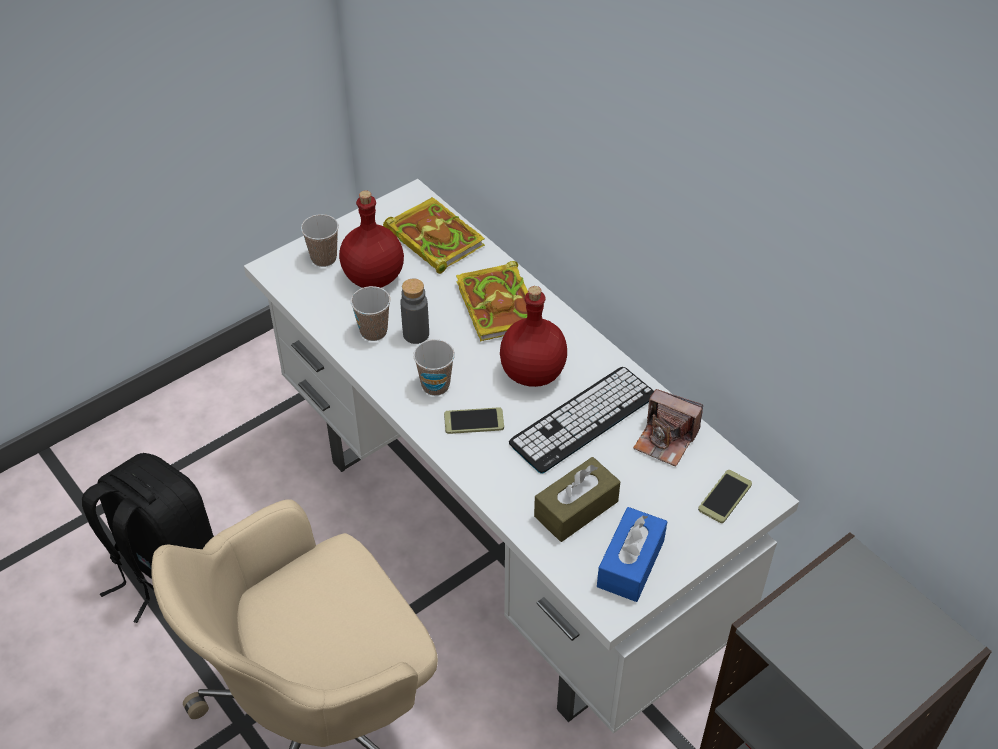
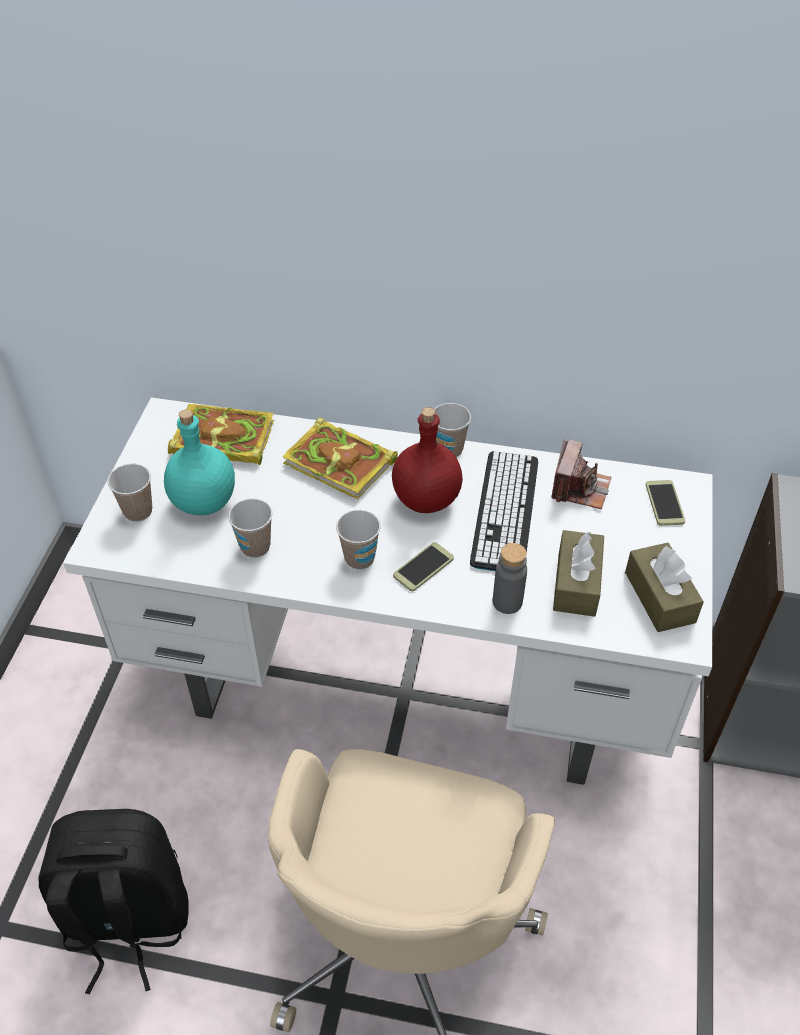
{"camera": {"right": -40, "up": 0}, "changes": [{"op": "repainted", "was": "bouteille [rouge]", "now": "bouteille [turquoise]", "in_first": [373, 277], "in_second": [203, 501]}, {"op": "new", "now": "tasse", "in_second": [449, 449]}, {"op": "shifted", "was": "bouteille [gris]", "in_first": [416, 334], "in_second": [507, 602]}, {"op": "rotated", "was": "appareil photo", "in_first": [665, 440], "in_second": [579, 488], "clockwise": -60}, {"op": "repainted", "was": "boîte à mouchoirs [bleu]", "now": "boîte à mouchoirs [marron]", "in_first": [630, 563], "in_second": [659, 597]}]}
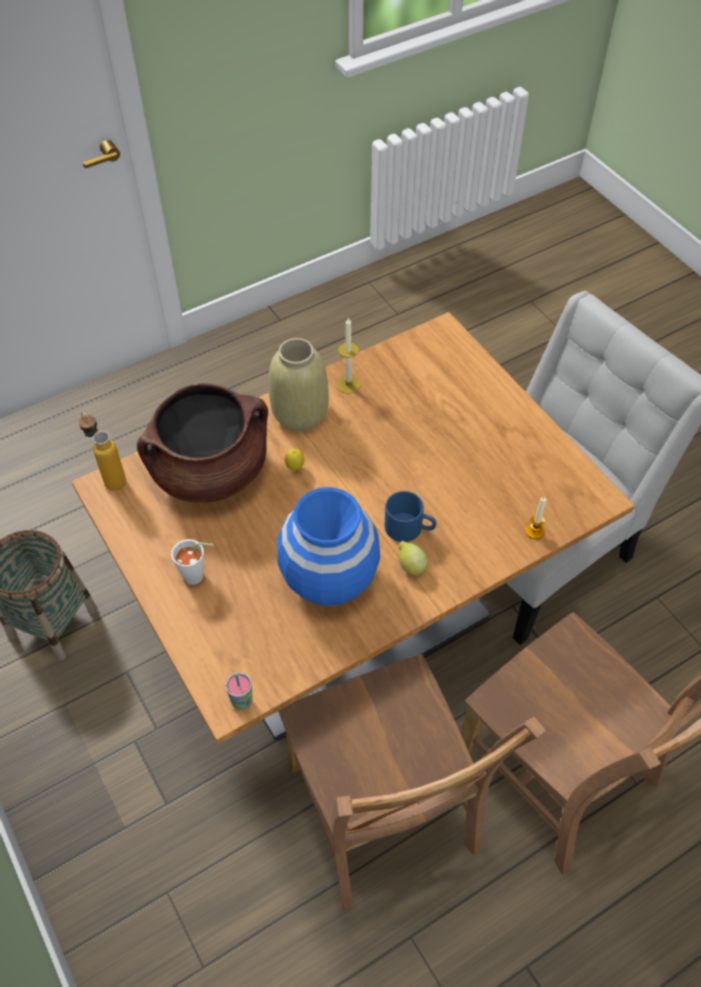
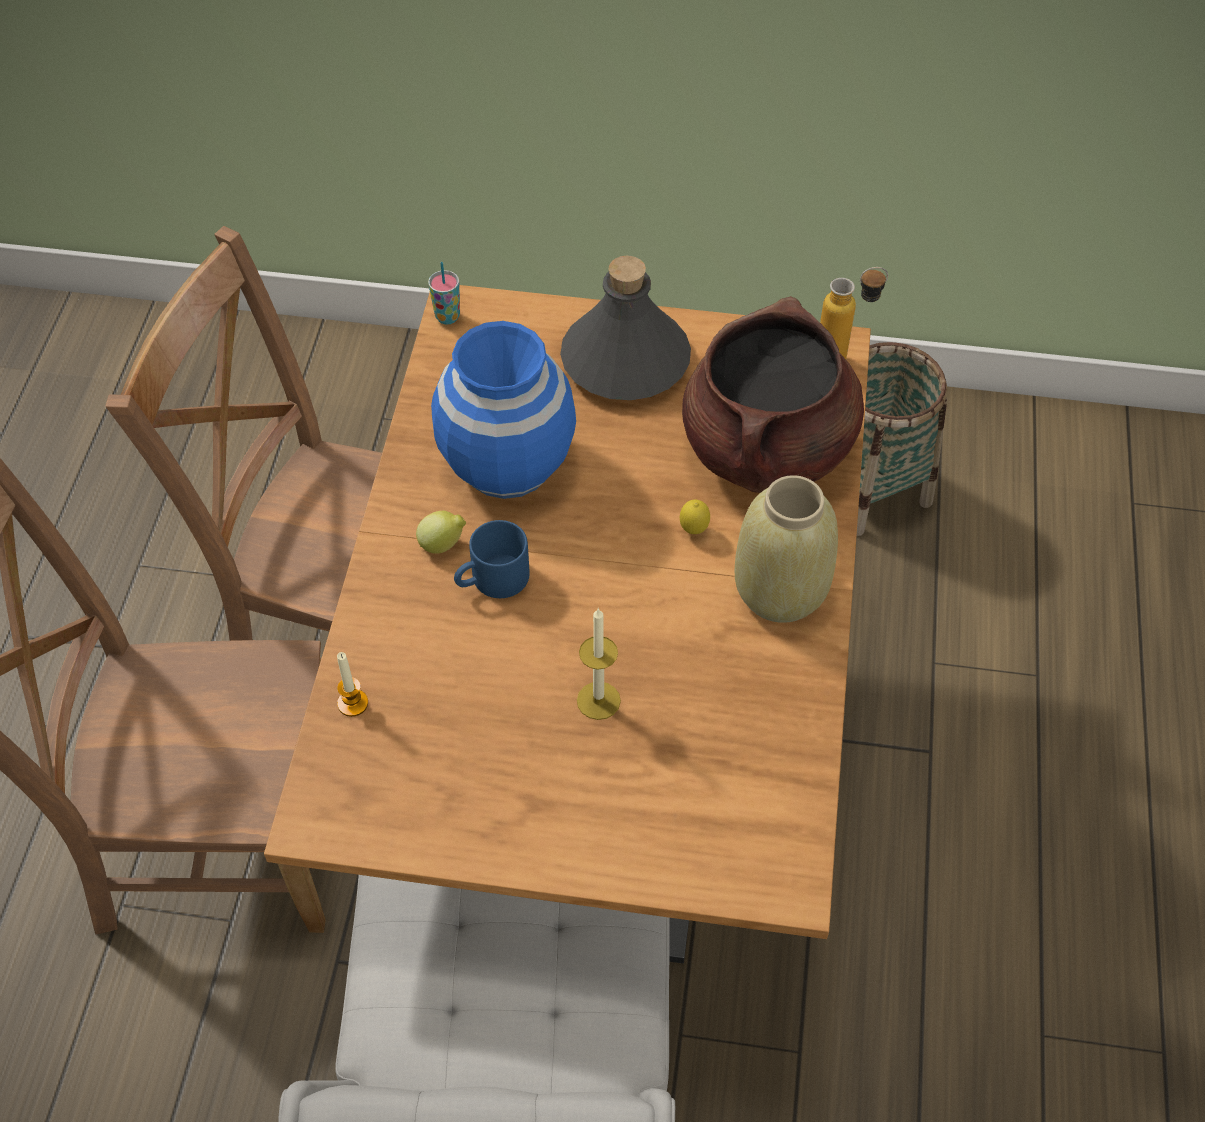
{"camera": {"right": 130, "up": 0}, "changes": [{"op": "swapped", "was": "tasse [blanc]", "now": "bouteille [gris]", "in_first": [198, 577], "in_second": [626, 361]}, {"op": "shifted", "was": "bougie", "in_first": [348, 384], "in_second": [598, 700]}]}
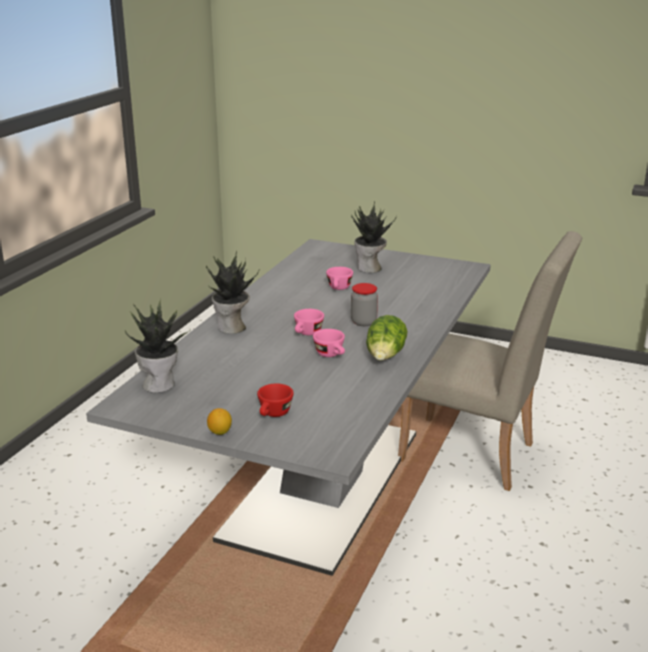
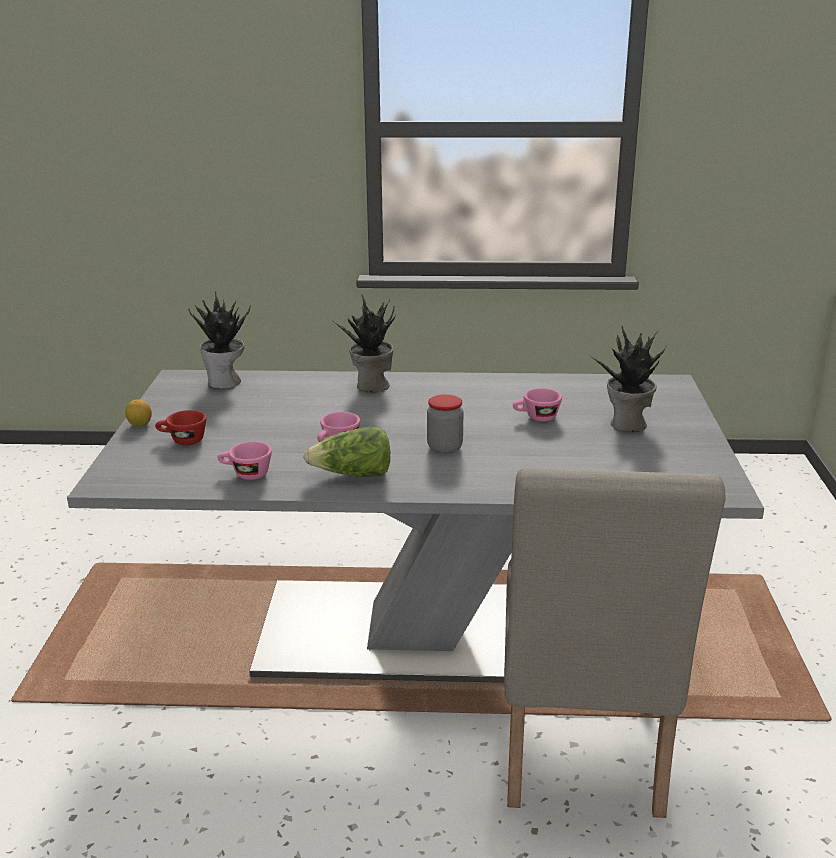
{"camera": {"right": 70, "up": 0}, "changes": [{"op": "shifted", "was": "tasse [rose]", "in_first": [307, 334], "in_second": [245, 474]}]}
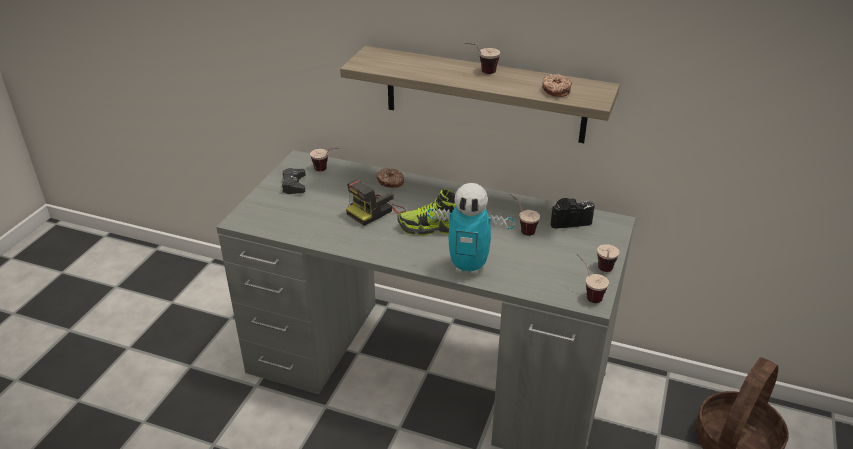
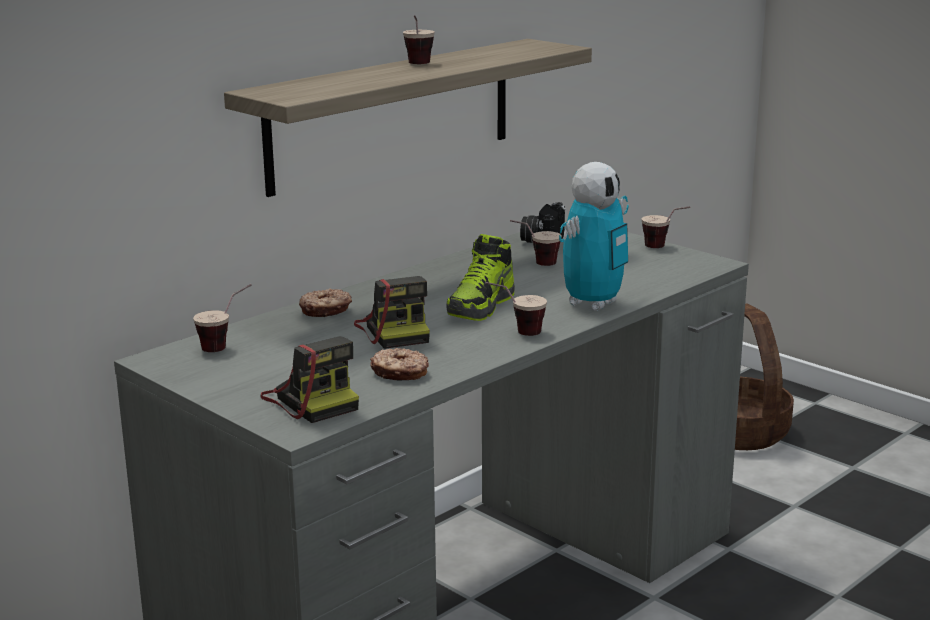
{"camera": {"right": -65, "up": -15}, "changes": [{"op": "new", "now": "appareil photo", "in_second": [312, 400]}, {"op": "shifted", "was": "beignet", "in_first": [555, 90], "in_second": [400, 373]}, {"op": "shifted", "was": "tasse", "in_first": [587, 293], "in_second": [515, 333]}, {"op": "gone", "was": "manette [noir]", "in_first": [294, 185]}]}
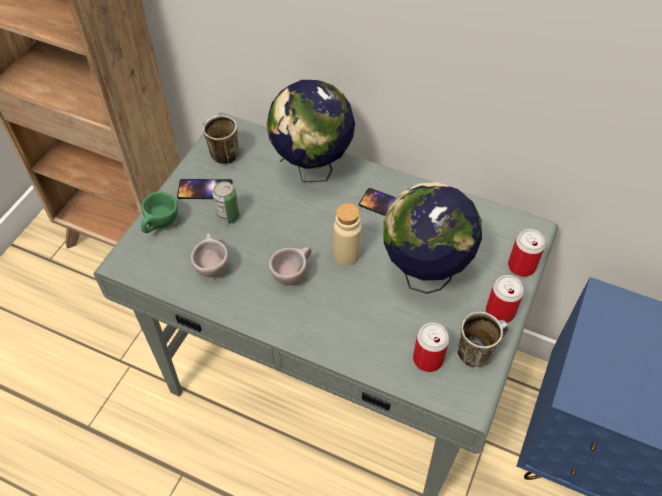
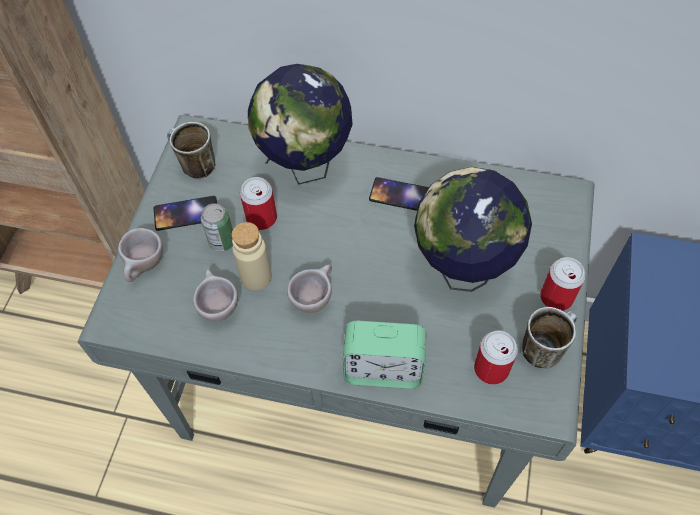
{"camera": {"right": -10, "up": 5}, "changes": [{"op": "repainted", "was": "tasse [vert]", "now": "tasse [beige]", "in_first": [161, 226], "in_second": [145, 268]}, {"op": "shifted", "was": "bouteille [beige]", "in_first": [346, 255], "in_second": [256, 277]}, {"op": "shifted", "was": "boîte métallique", "in_first": [521, 266], "in_second": [261, 218]}, {"op": "new", "now": "réveil", "in_second": [383, 369]}]}
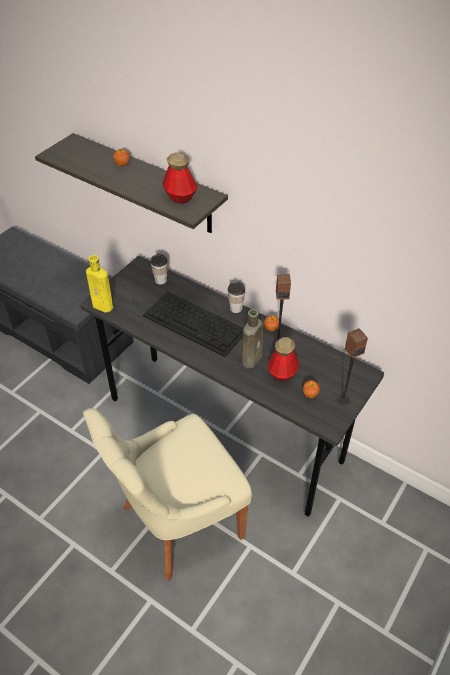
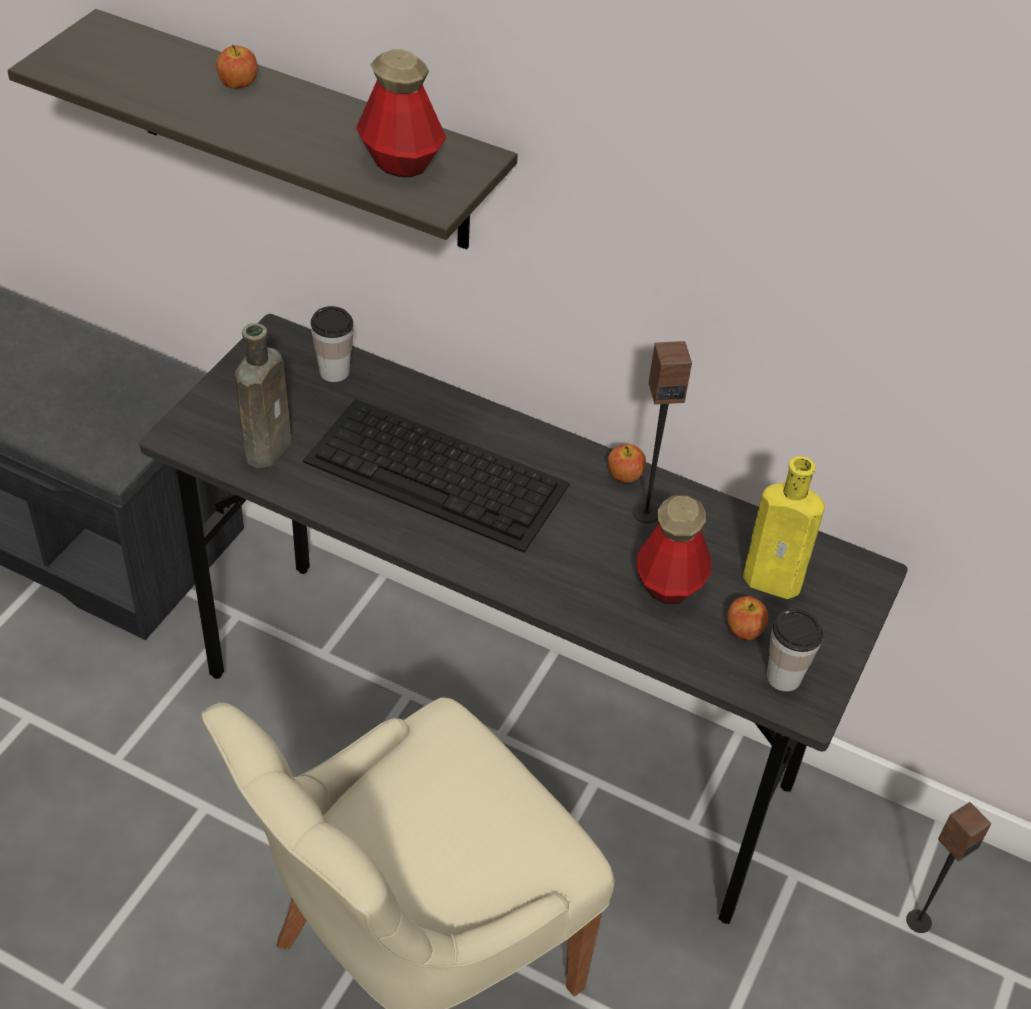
{"camera": {"right": -10, "up": 0}, "changes": [{"op": "shifted", "was": "bouteille [marron]", "in_first": [252, 358], "in_second": [269, 446]}, {"op": "shifted", "was": "bouteille [jaune]", "in_first": [104, 306], "in_second": [776, 582]}, {"op": "shifted", "was": "tasse", "in_first": [236, 308], "in_second": [783, 677]}, {"op": "shifted", "was": "enceinte", "in_first": [343, 399], "in_second": [918, 921]}]}
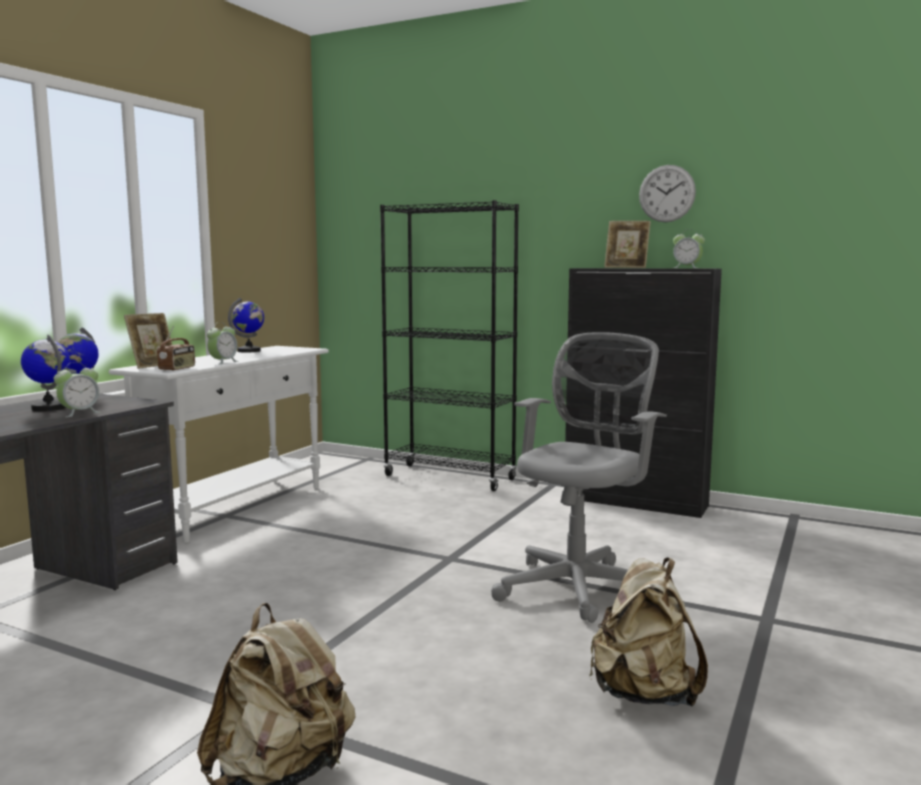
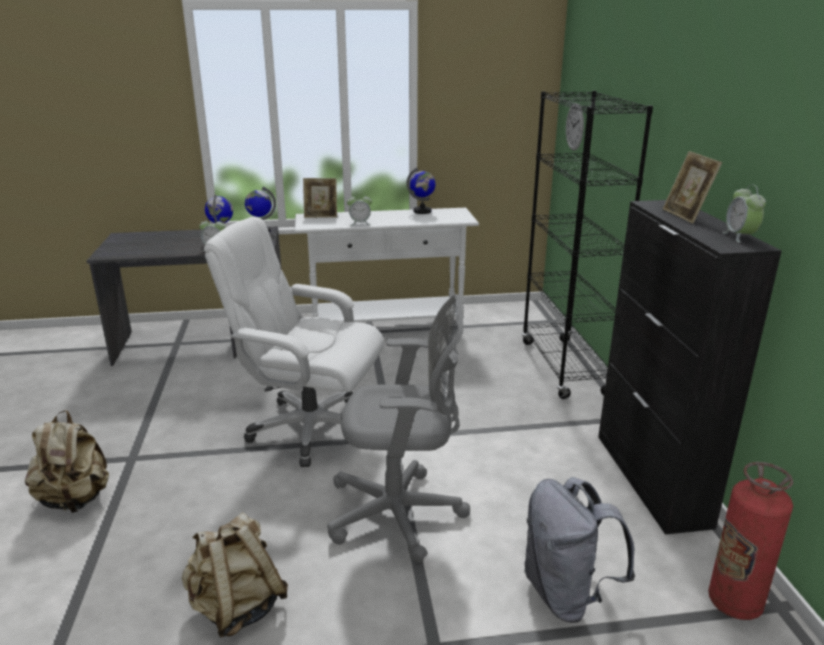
{"camera": {"right": 55, "up": 15}, "changes": [{"op": "new", "now": "chaise de bureau [blanc]", "in_second": [310, 429]}, {"op": "new", "now": "sac à dos [gris]", "in_second": [567, 594]}, {"op": "shifted", "was": "horloge murale", "in_first": [667, 193], "in_second": [575, 127]}, {"op": "new", "now": "extincteur", "in_second": [734, 603]}, {"op": "gone", "was": "radio", "in_first": [177, 369]}]}
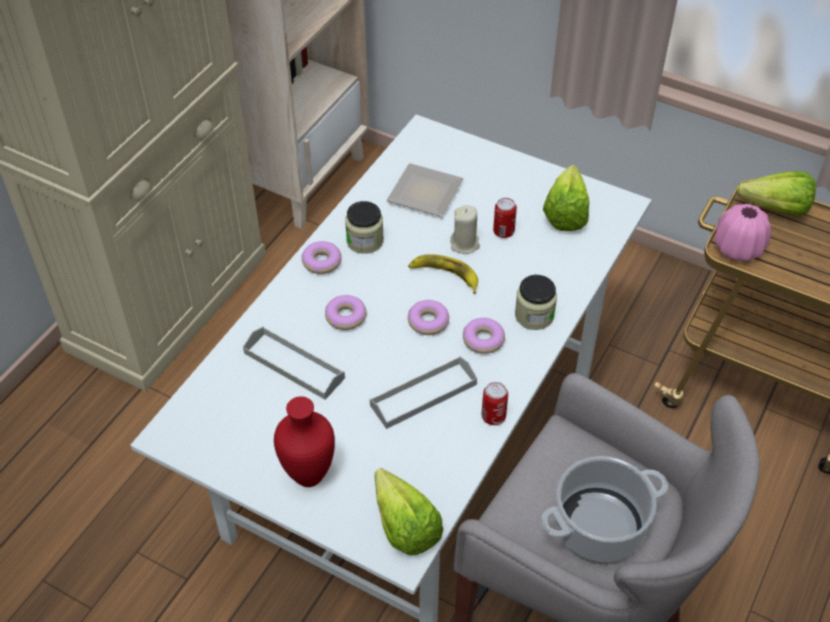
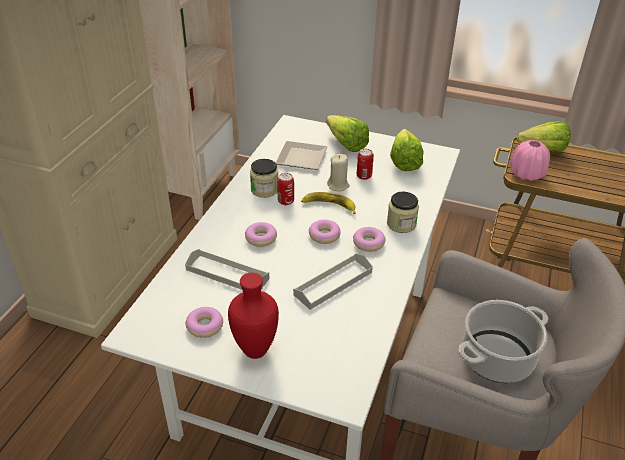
{"camera": {"right": -10, "up": -10}, "changes": [{"op": "shifted", "was": "beignet", "in_first": [321, 262], "in_second": [204, 326]}, {"op": "shifted", "was": "boîte métallique", "in_first": [493, 417], "in_second": [286, 201]}, {"op": "shifted", "was": "laitue", "in_first": [403, 520], "in_second": [344, 142]}]}
